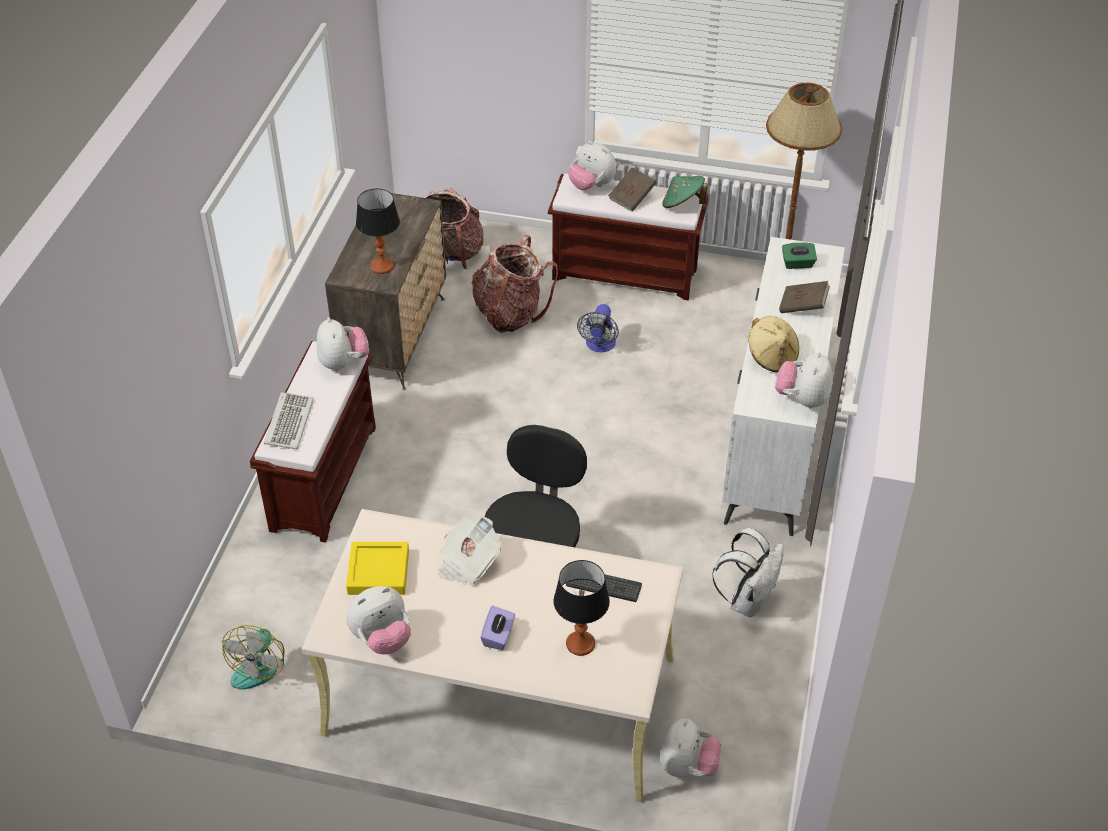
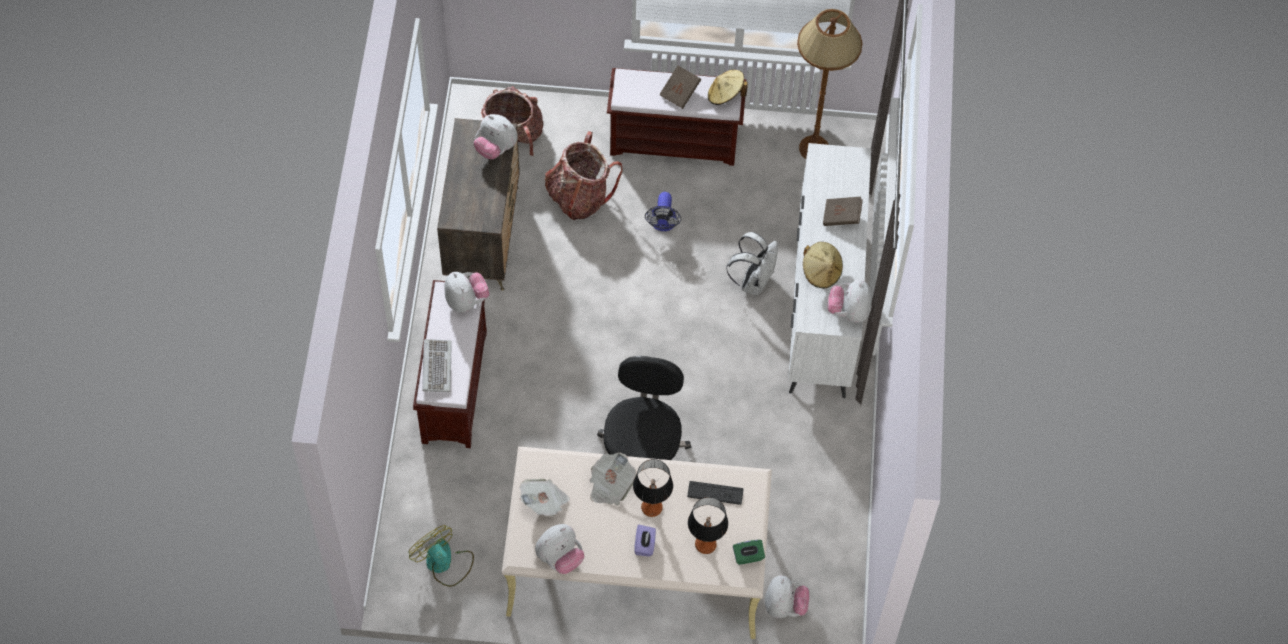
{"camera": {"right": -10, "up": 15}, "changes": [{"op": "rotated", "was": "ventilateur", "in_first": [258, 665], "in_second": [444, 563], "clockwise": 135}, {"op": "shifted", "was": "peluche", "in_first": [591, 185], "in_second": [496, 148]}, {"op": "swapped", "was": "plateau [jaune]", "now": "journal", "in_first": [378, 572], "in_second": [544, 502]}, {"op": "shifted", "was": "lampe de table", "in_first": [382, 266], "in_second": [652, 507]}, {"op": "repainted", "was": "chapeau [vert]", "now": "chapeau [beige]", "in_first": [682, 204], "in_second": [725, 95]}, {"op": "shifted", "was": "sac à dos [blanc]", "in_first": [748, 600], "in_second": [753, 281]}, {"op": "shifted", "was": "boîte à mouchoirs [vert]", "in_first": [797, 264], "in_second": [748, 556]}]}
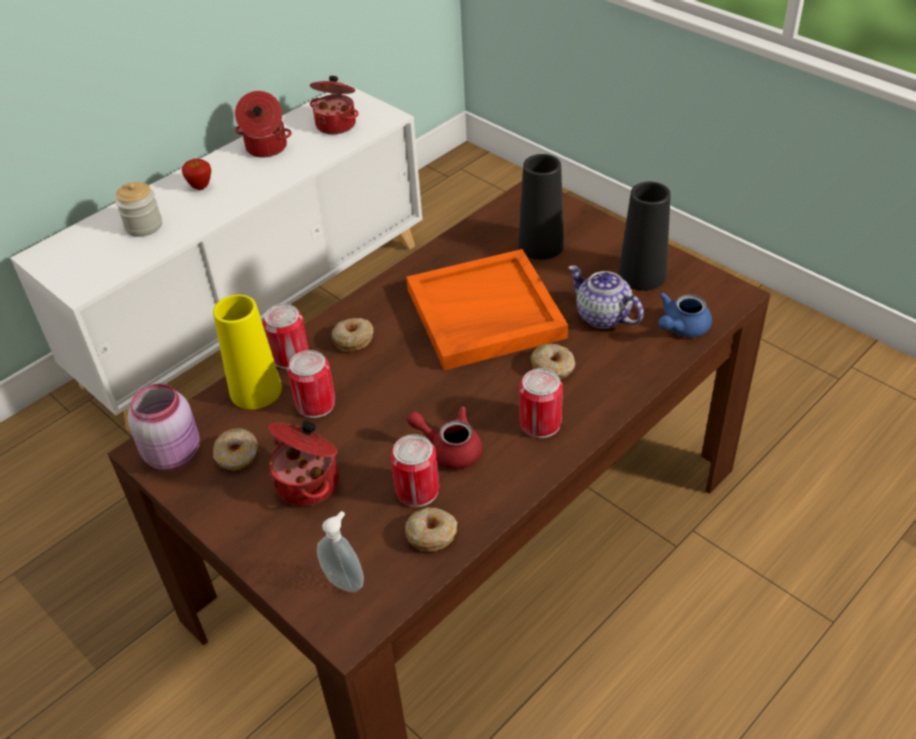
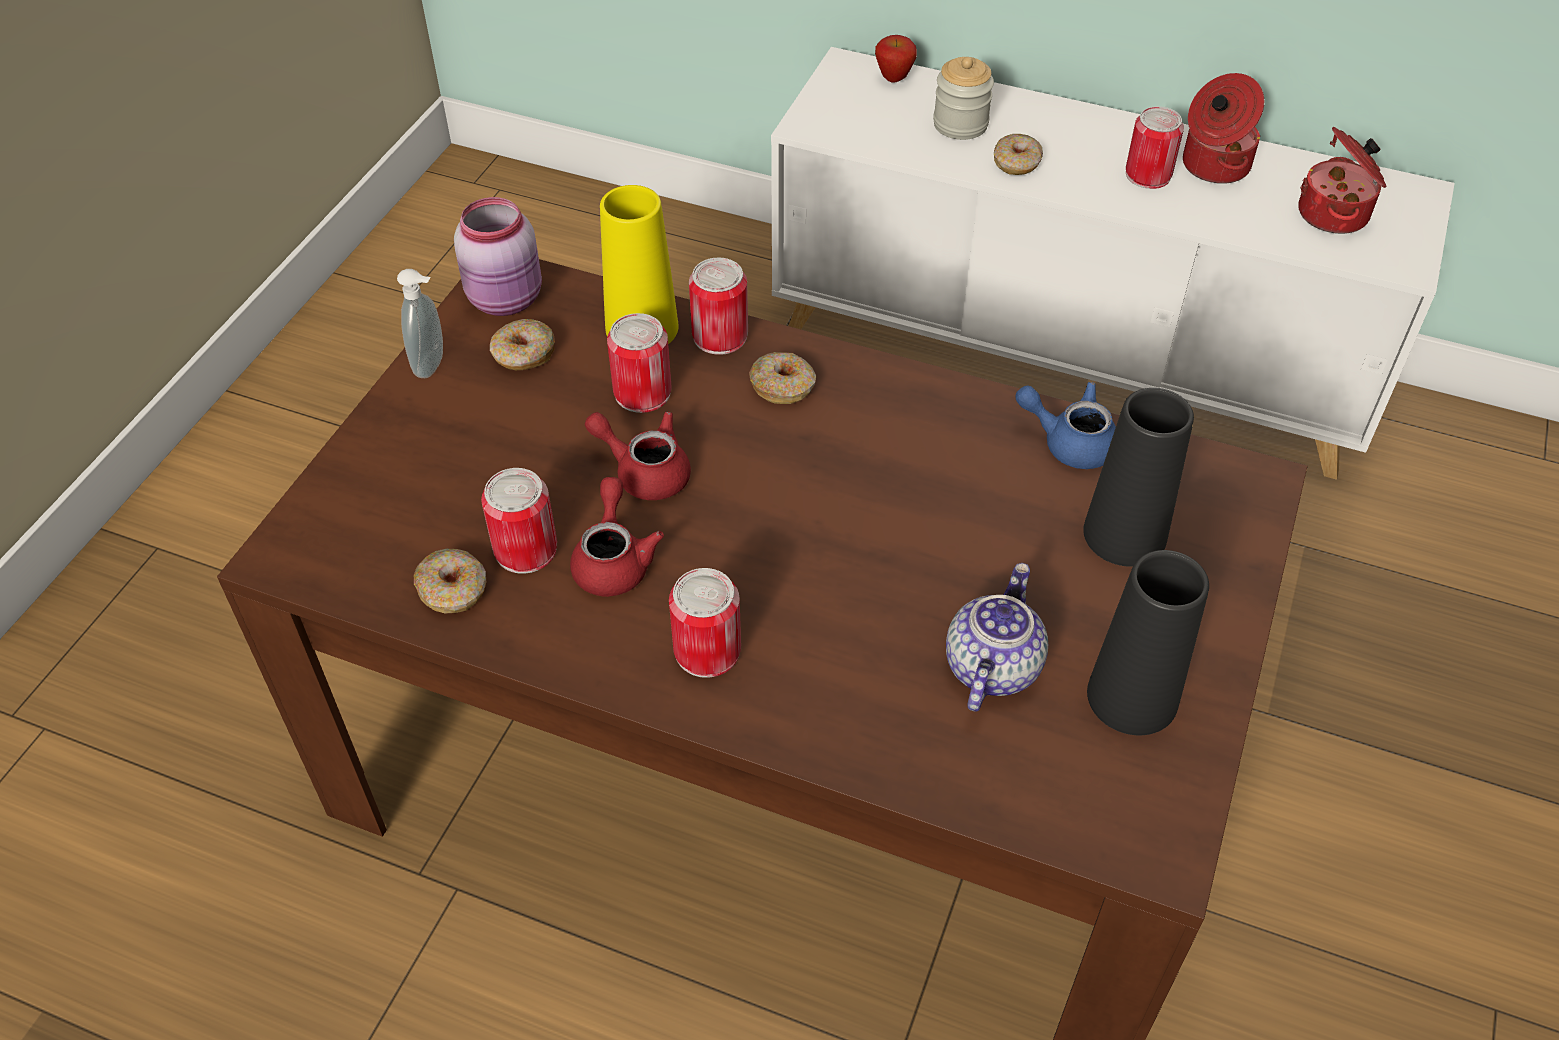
{"camera": {"right": 65, "up": 5}, "changes": [{"op": "shifted", "was": "distributeur de savon", "in_first": [345, 580], "in_second": [433, 365]}, {"op": "new", "now": "théière [rouge]", "in_second": [645, 471]}, {"op": "shifted", "was": "pomme", "in_first": [201, 187], "in_second": [894, 79]}, {"op": "shifted", "was": "beignet", "in_first": [553, 367], "in_second": [1017, 163]}, {"op": "shifted", "was": "théière [bleu]", "in_first": [681, 328], "in_second": [1069, 442]}, {"op": "new", "now": "boîte métallique", "in_second": [1148, 175]}, {"op": "gone", "was": "marmite", "in_first": [309, 482]}, {"op": "gone", "was": "plateau [orange]", "in_first": [484, 314]}]}
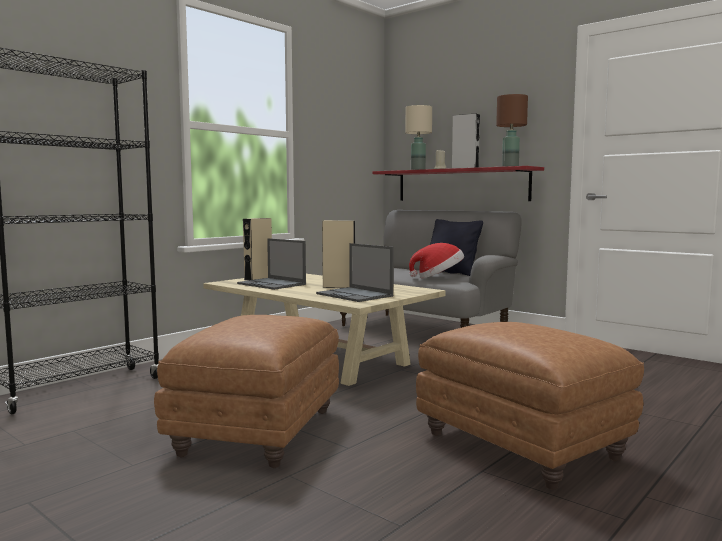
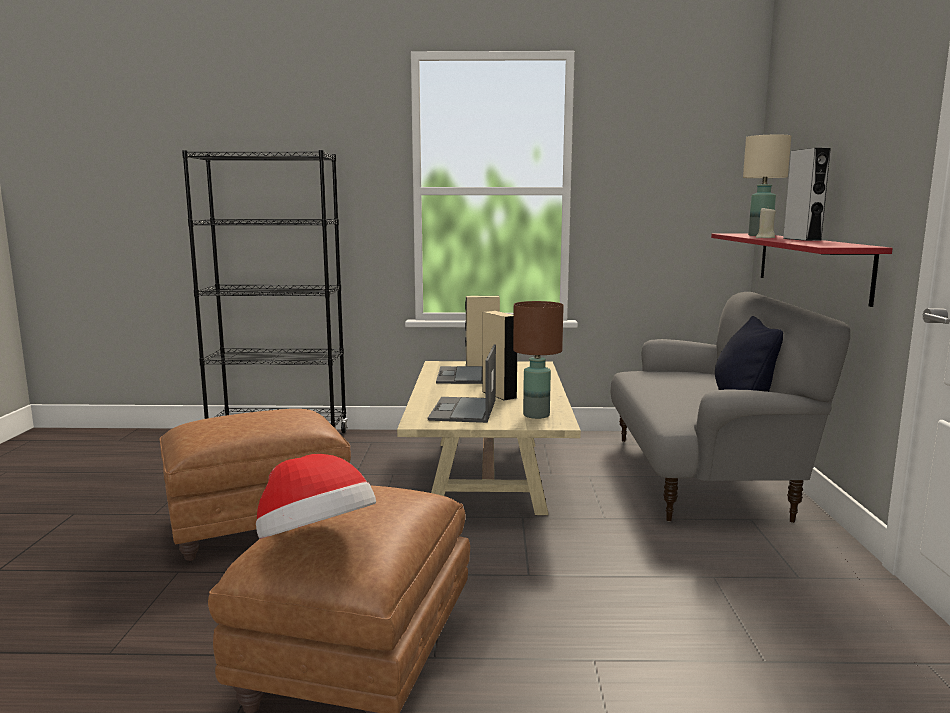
{"camera": {"right": 50, "up": 5}, "changes": [{"op": "shifted", "was": "chapeau", "in_first": [438, 278], "in_second": [315, 543]}, {"op": "shifted", "was": "lampe de table [marron]", "in_first": [510, 167], "in_second": [535, 415]}]}
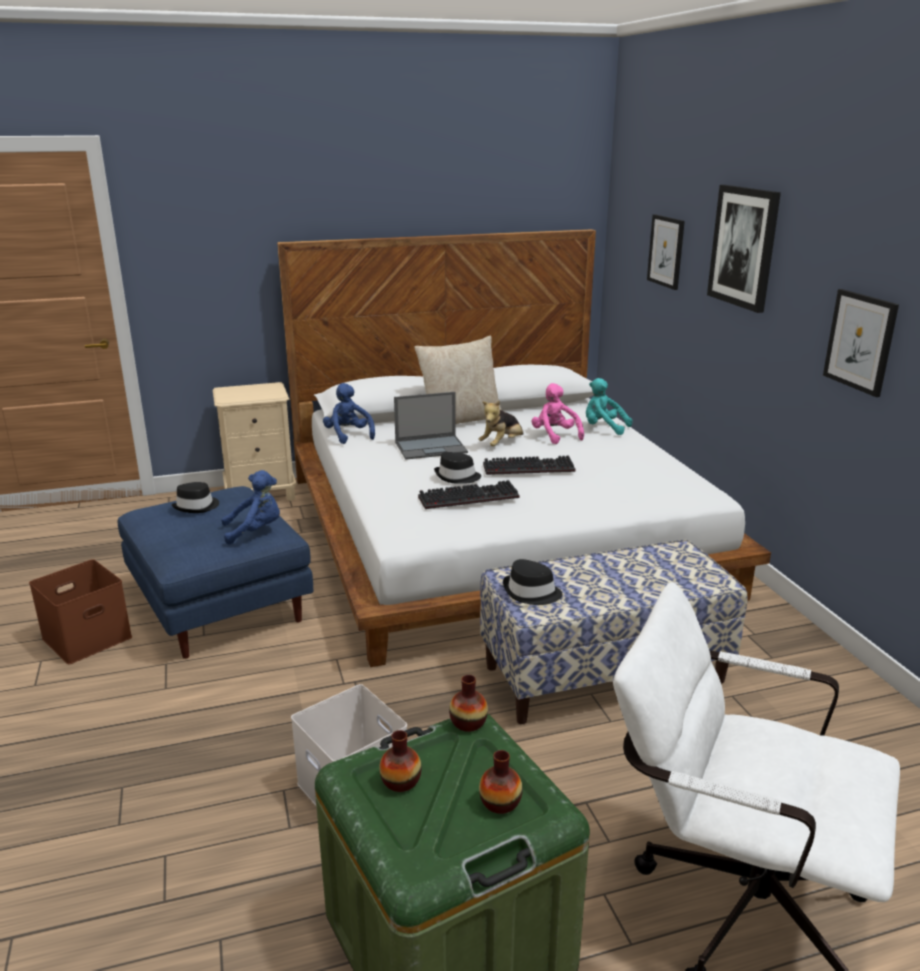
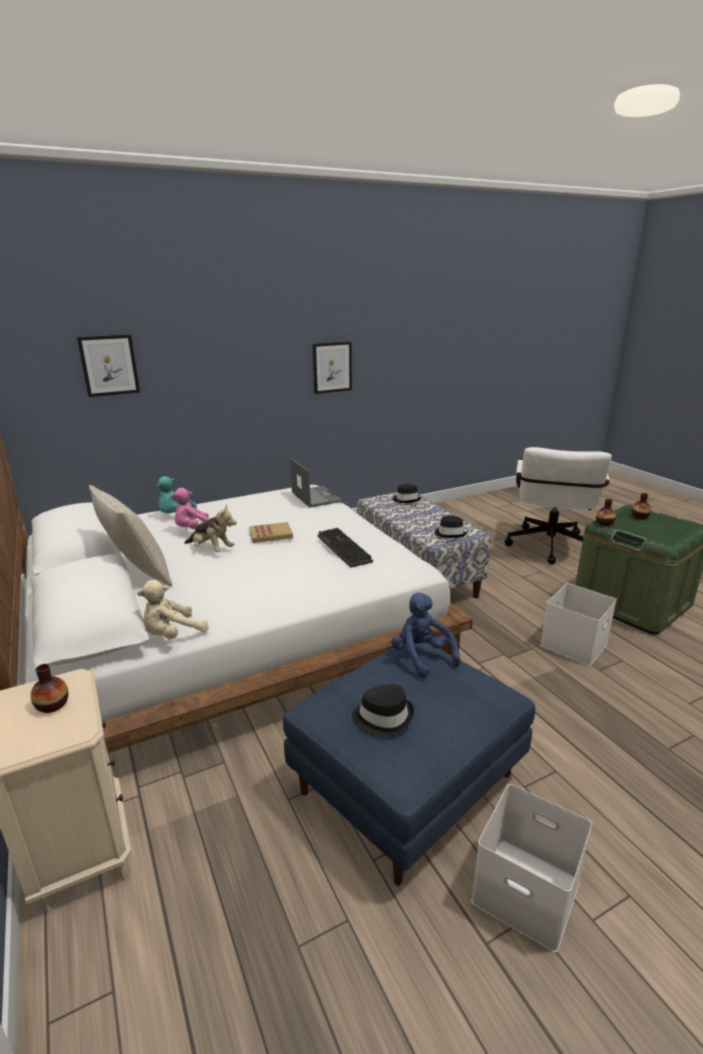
{"camera": {"right": -100, "up": 0}, "changes": [{"op": "shifted", "was": "vase", "in_first": [401, 781], "in_second": [52, 705]}, {"op": "repainted", "was": "peluche [bleu]", "now": "peluche [beige]", "in_first": [348, 435], "in_second": [172, 634]}, {"op": "swapped", "was": "clavier", "now": "livre", "in_first": [530, 467], "in_second": [271, 534]}, {"op": "shifted", "was": "ordinateur portable", "in_first": [431, 447], "in_second": [316, 496]}, {"op": "shifted", "was": "chapeau [noir]", "in_first": [457, 477], "in_second": [406, 500]}, {"op": "repainted", "was": "boîte de rangement [marron]", "now": "boîte de rangement [blanc]", "in_first": [88, 636], "in_second": [523, 892]}, {"op": "gone", "was": "tableau", "in_first": [744, 247]}]}
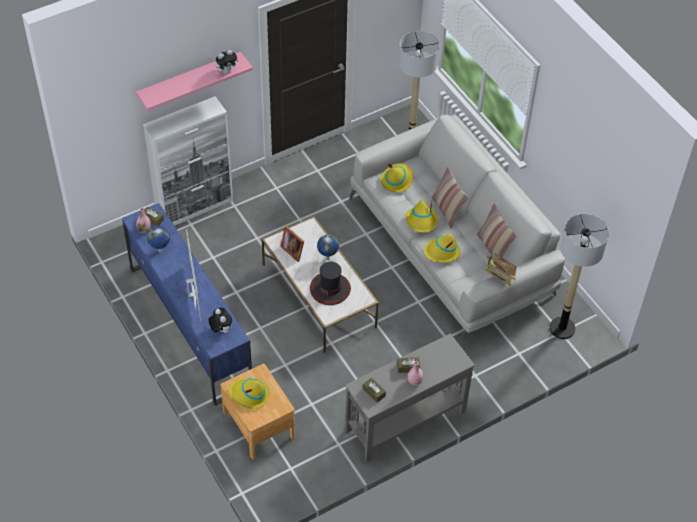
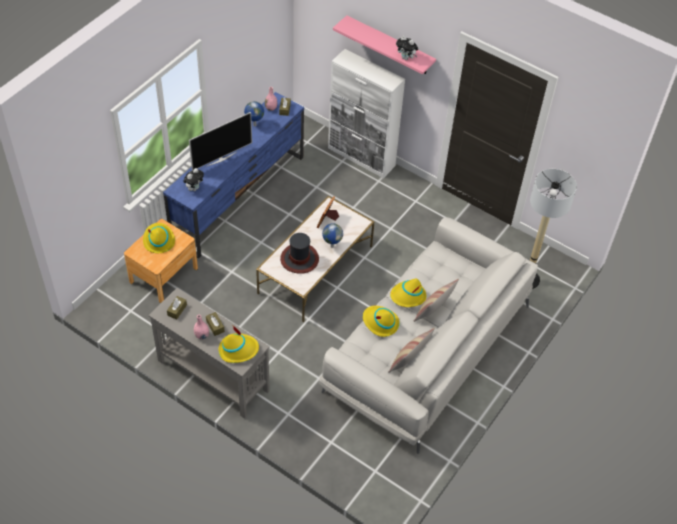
{"camera": {"right": 65, "up": 0}, "changes": [{"op": "shifted", "was": "chapeau [jaune]", "in_first": [396, 180], "in_second": [238, 350]}, {"op": "gone", "was": "livre", "in_first": [499, 276]}, {"op": "gone", "was": "lampadaire", "in_first": [562, 328]}]}
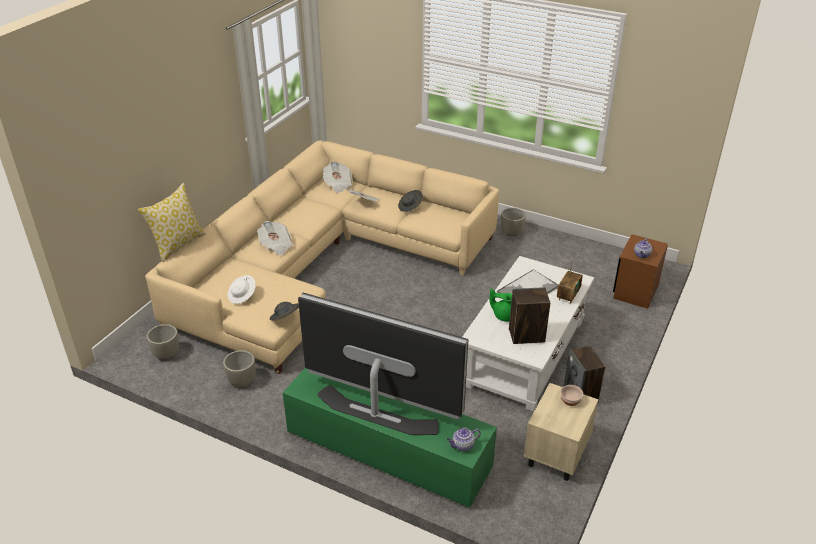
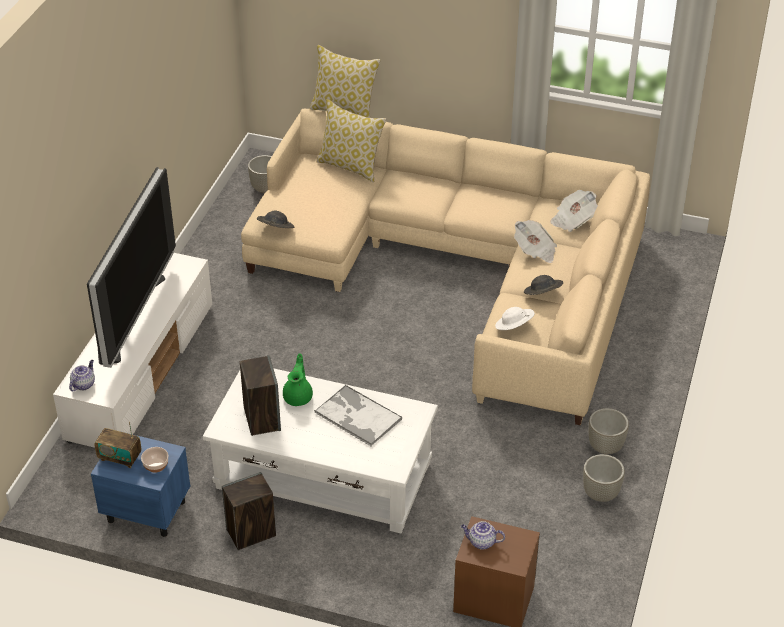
{"camera": {"right": 80, "up": 5}, "changes": [{"op": "repainted", "was": "meuble télé [vert]", "now": "meuble télé [blanc]", "in_first": [386, 451], "in_second": [141, 371]}, {"op": "rotated", "was": "théière", "in_first": [462, 446], "in_second": [83, 384], "clockwise": 60}, {"op": "repainted", "was": "table de chevet [beige]", "now": "table de chevet [bleu]", "in_first": [555, 455], "in_second": [145, 511]}, {"op": "shifted", "was": "radio", "in_first": [568, 295], "in_second": [120, 458]}, {"op": "new", "now": "coussin", "in_second": [351, 166]}, {"op": "shifted", "was": "chapeau [blanc]", "in_first": [242, 296], "in_second": [514, 327]}, {"op": "shifted", "was": "cache-pot [gris]", "in_first": [242, 381], "in_second": [600, 494]}, {"op": "gone", "was": "journal", "in_first": [276, 245]}]}
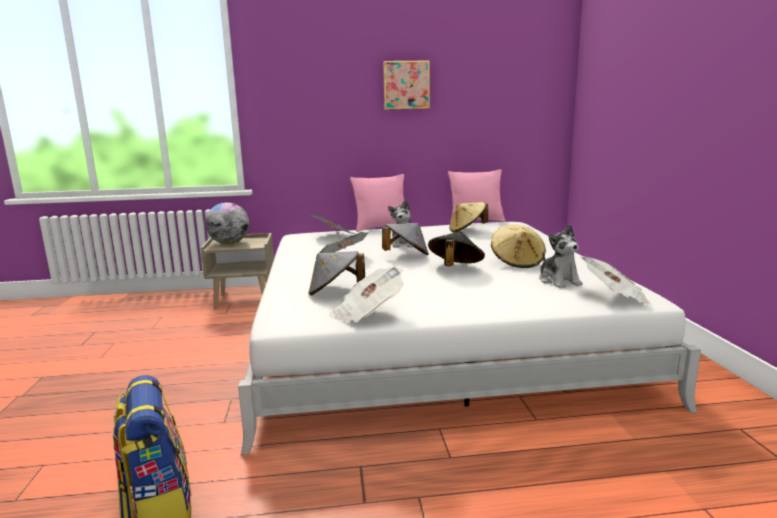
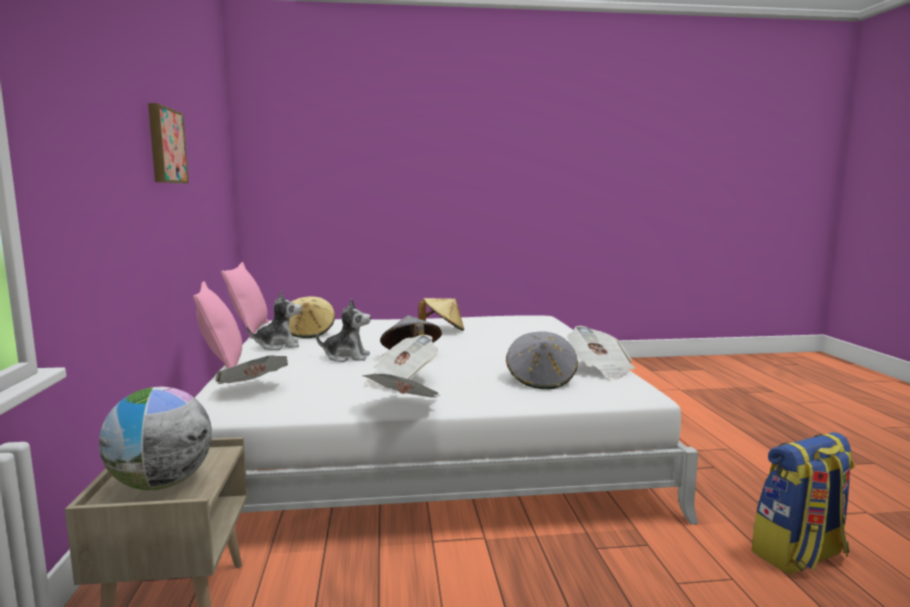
{"camera": {"right": -90, "up": -5}, "changes": [{"op": "shifted", "was": "peluche", "in_first": [559, 281], "in_second": [278, 346]}, {"op": "shifted", "was": "journal", "in_first": [614, 297], "in_second": [405, 407]}, {"op": "gone", "was": "chapeau [noir]", "in_first": [455, 268]}]}
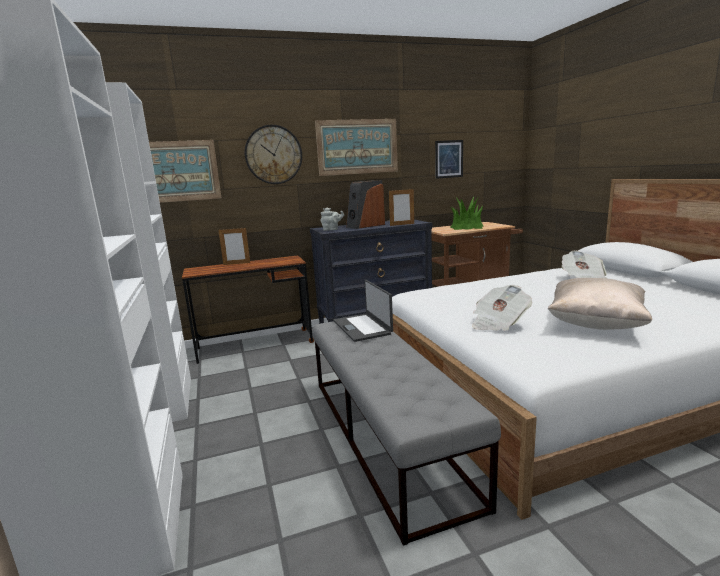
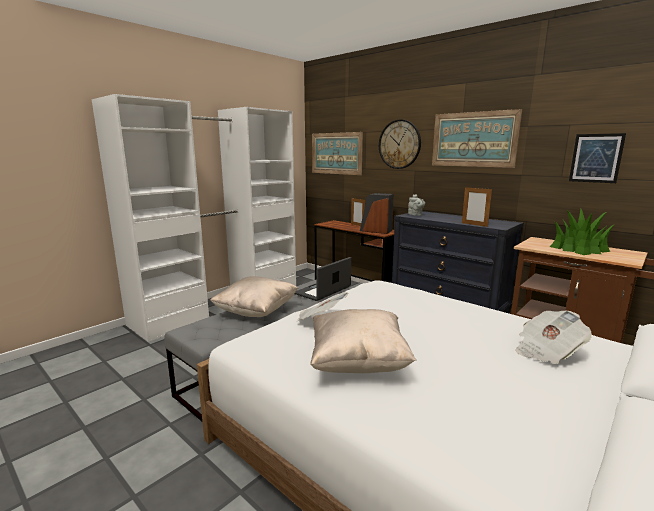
{"camera": {"right": 60, "up": 0}, "changes": [{"op": "new", "now": "coussin [beige]", "in_second": [256, 312]}, {"op": "shifted", "was": "enceinte", "in_first": [365, 226], "in_second": [376, 231]}]}
